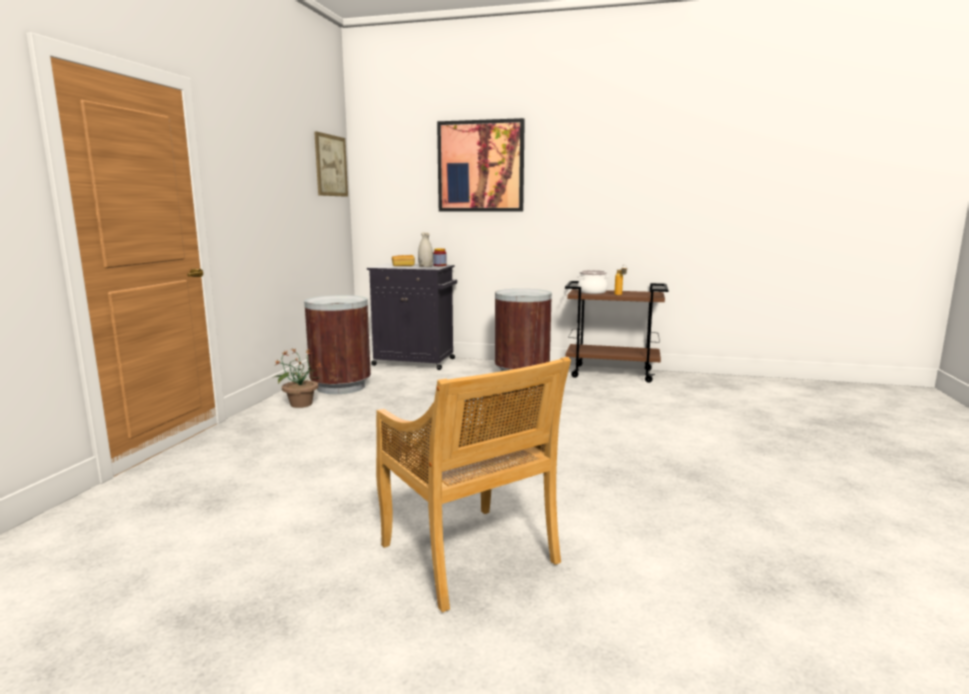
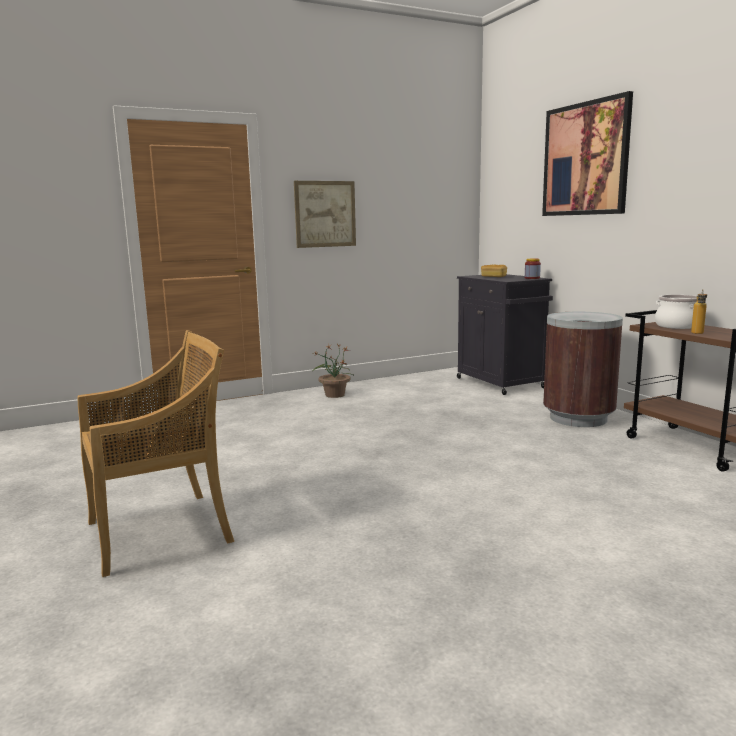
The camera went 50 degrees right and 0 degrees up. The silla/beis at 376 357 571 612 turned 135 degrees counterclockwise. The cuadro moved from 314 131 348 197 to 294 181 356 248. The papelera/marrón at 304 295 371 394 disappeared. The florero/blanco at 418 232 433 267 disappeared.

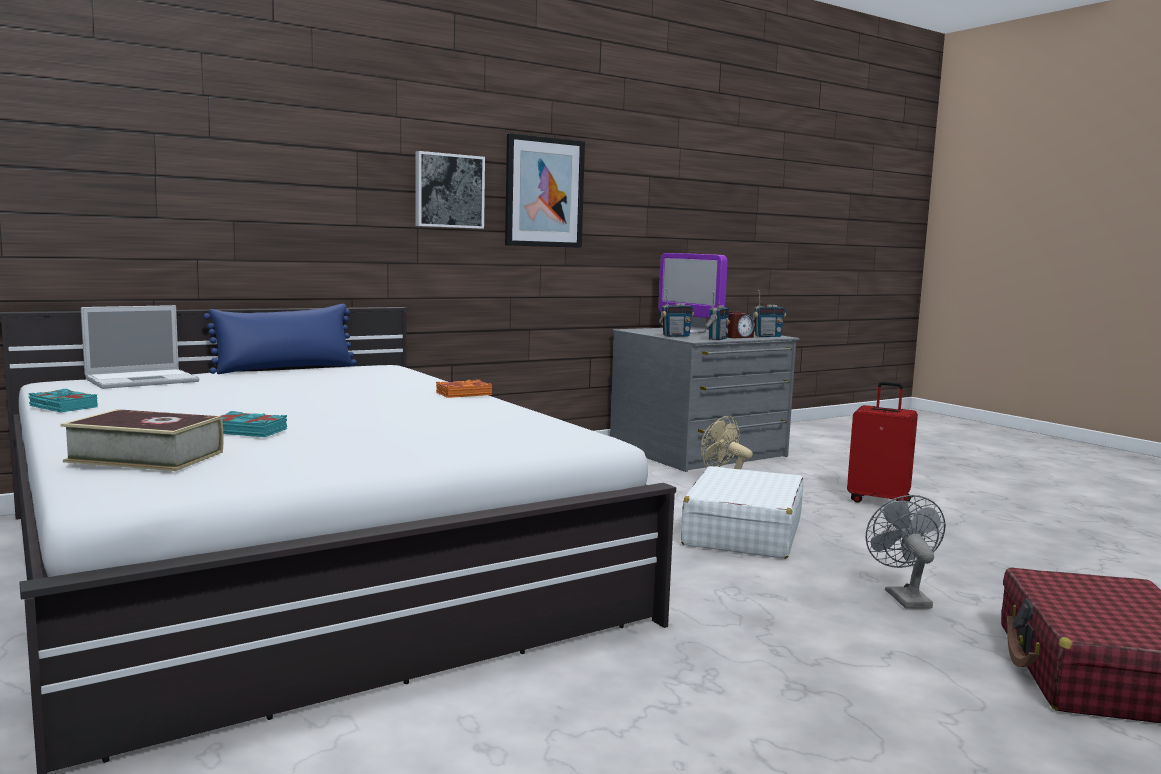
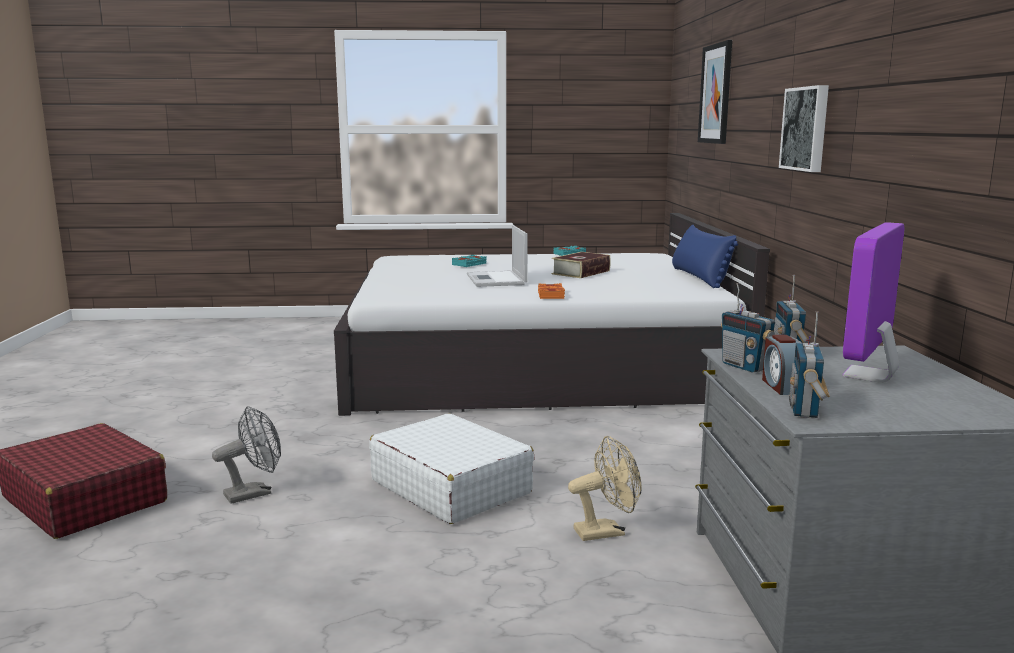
The camera went 120 degrees right and 5 degrees up. The ventilador/gris at 866 495 946 609 turned 60 degrees counterclockwise. The portátil moved from 81 305 199 389 to 467 225 528 287. The libro moved from 60 409 224 471 to 552 252 611 278. The cuadro moved from 505 133 585 248 to 698 40 732 144. The monitor at 659 253 728 334 turned 45 degrees counterclockwise. The maleta/rojo at 847 381 918 503 disappeared.

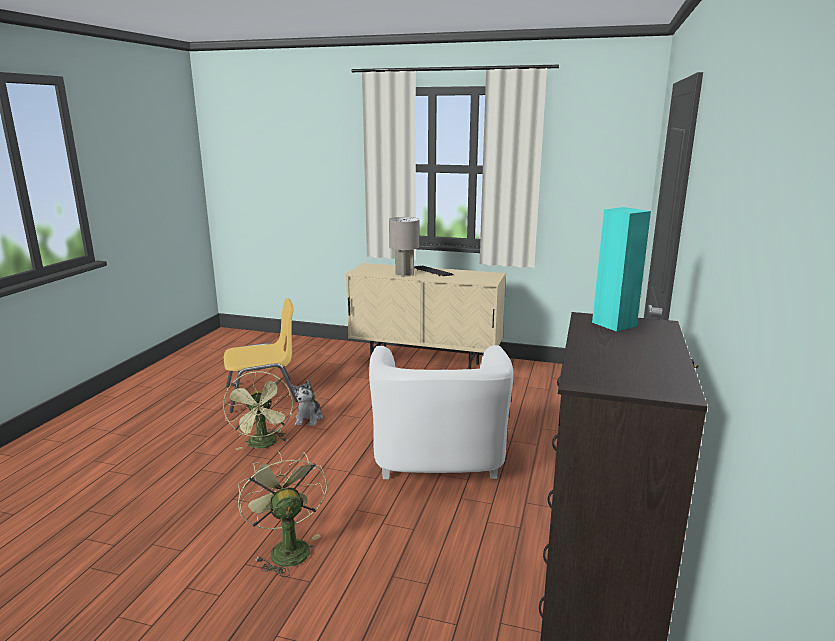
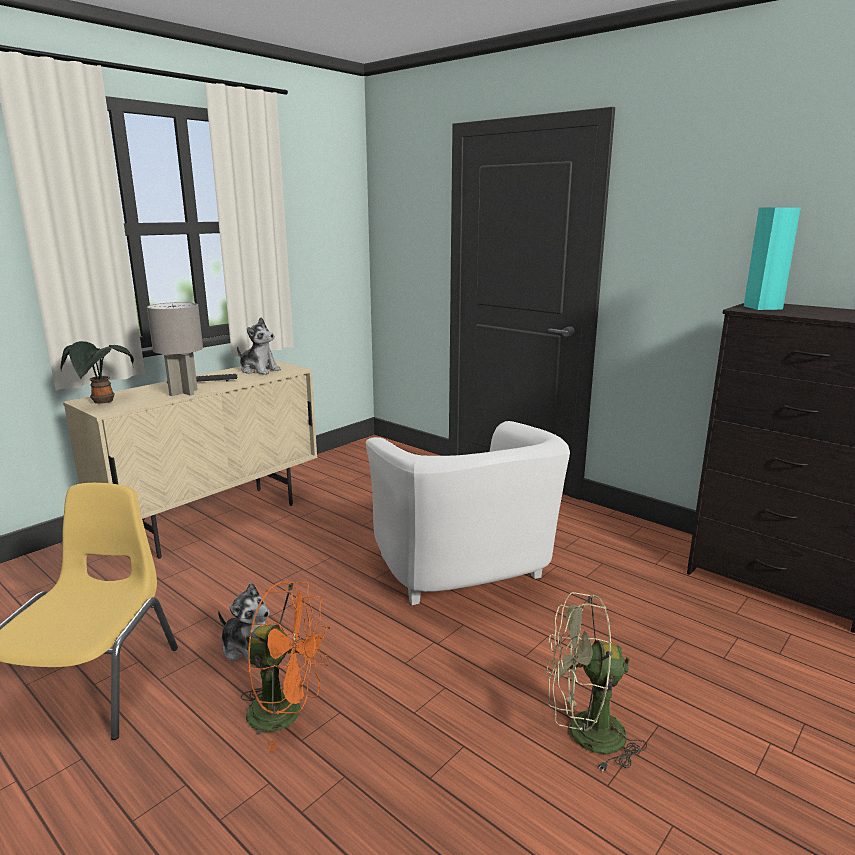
The camera went 65 degrees left and 0 degrees up. The planta en maceta at 60 341 134 404 appeared. The peluche at 237 317 281 375 appeared. The ventilador/verde at 223 371 293 450 became the ventilador/naranja at 241 581 330 752. The sillón/blanco at 369 345 514 479 turned 45 degrees clockwise.

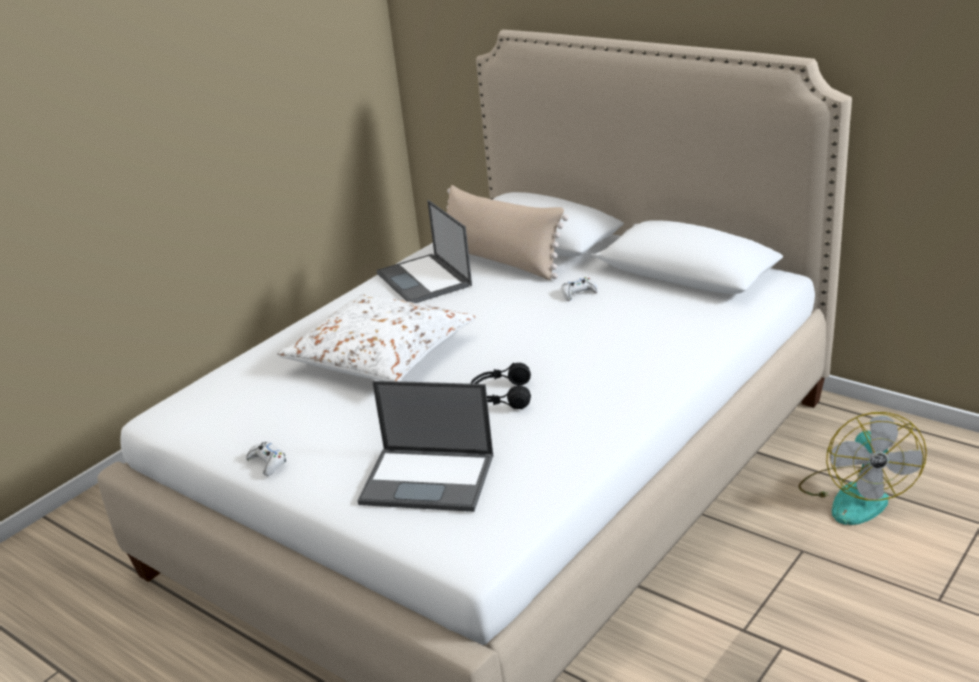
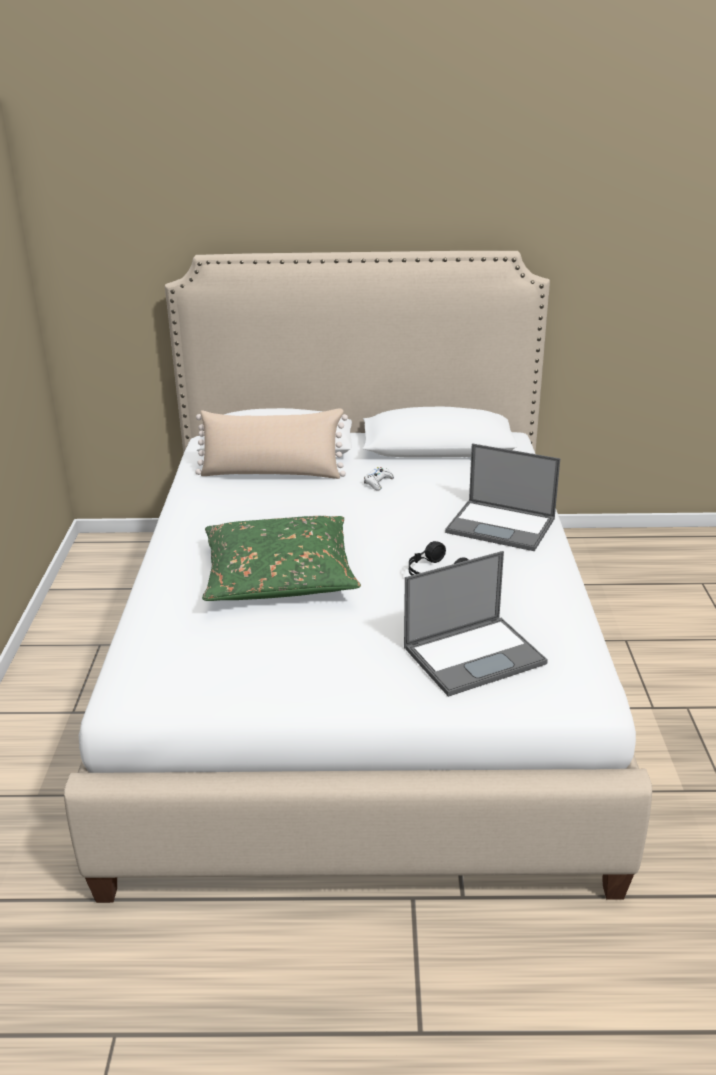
The camera went 40 degrees left and 0 degrees up. The cojín/blanco at 277 294 475 381 became the cojín/verde at 202 516 361 601. The portátil moved from 376 200 472 303 to 445 443 560 551. The mando de consola/blanco at 246 442 286 476 disappeared. The ventilador at 798 412 927 525 disappeared.

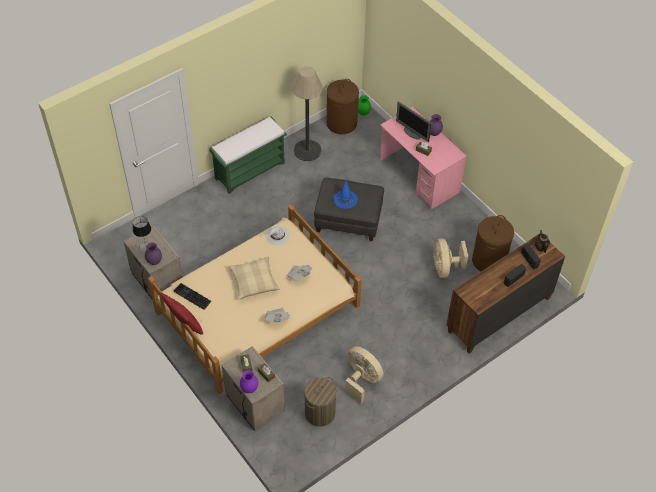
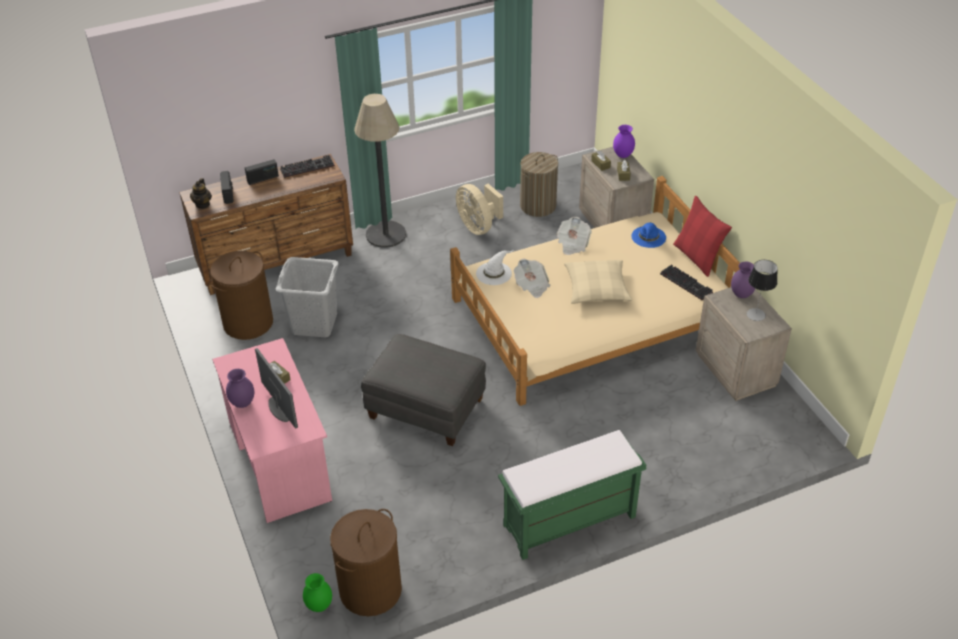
The camera went 165 degrees left and 10 degrees down. The ventilador/beis at 433 238 468 278 was replaced by the cesto de la ropa/gris at 276 257 339 338. The teclado at 280 155 335 178 appeared. The lámpara de pie moved from 292 66 323 161 to 354 94 406 248. The sombrero/blanco moved from 265 226 290 245 to 476 250 514 285. The sombrero/azul moved from 334 180 358 209 to 631 223 666 248.

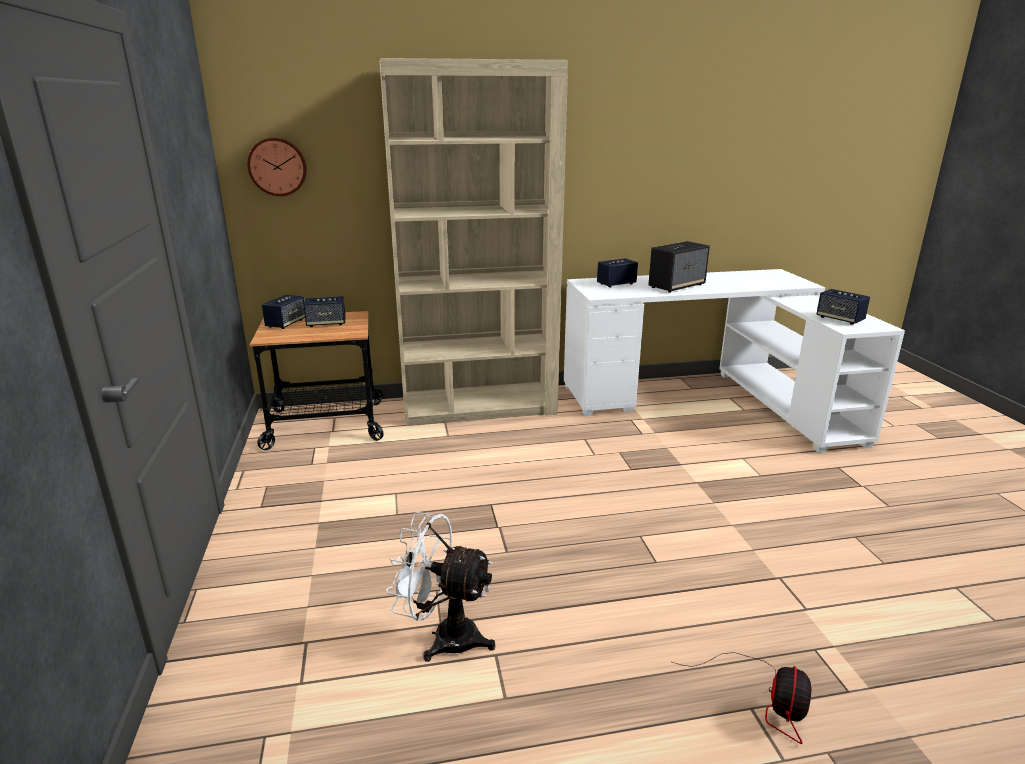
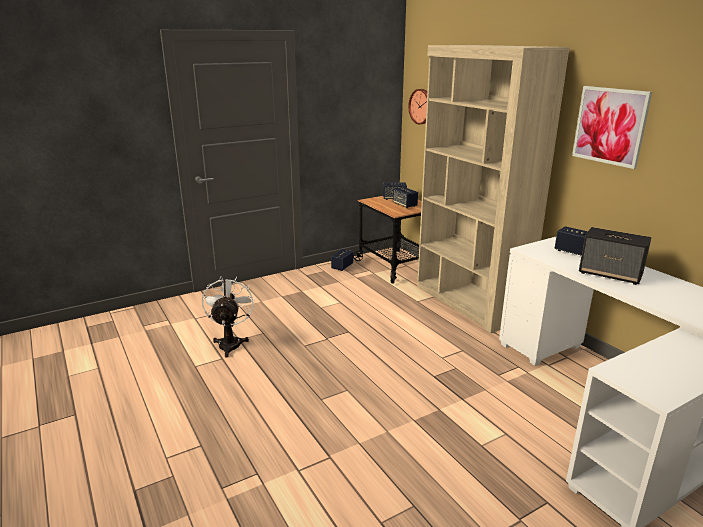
The camera went 70 degrees right and 0 degrees up. The altavoz moved from 817 289 870 325 to 331 249 353 271. The cuadro at 572 86 652 169 appeared. The ventilador at 672 652 811 744 disappeared.

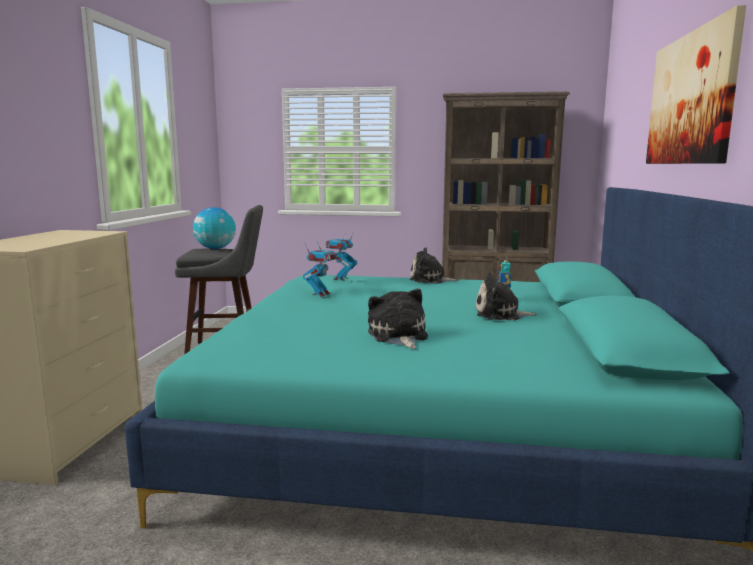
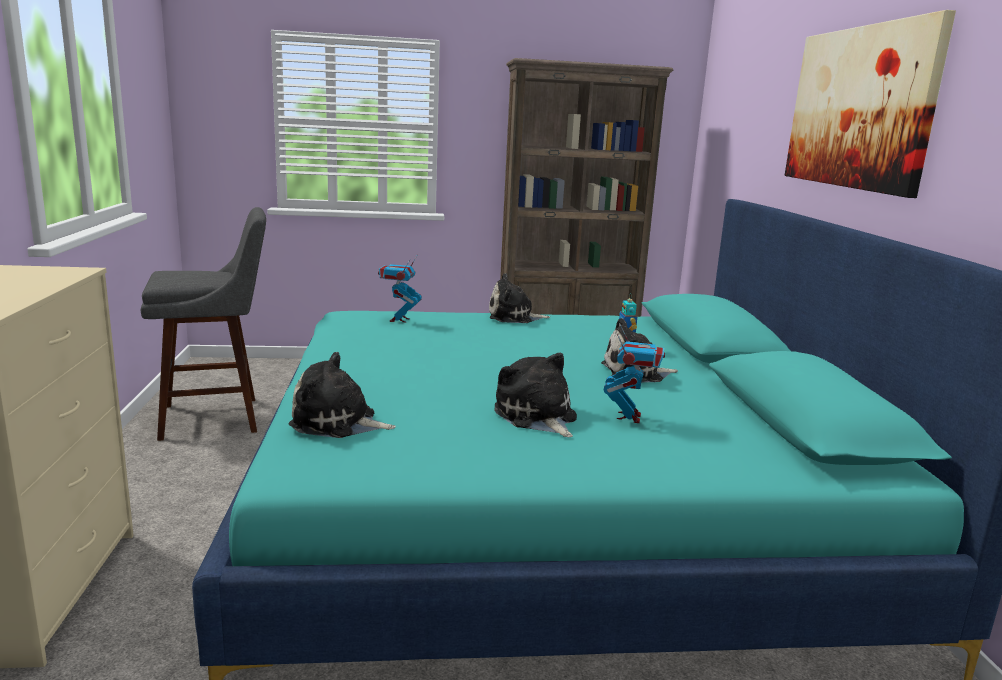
The camera went 15 degrees left and 5 degrees up. The peluche at 289 352 396 438 appeared. The robot de juguete moved from 303 240 338 297 to 604 324 665 423. The globo terráqueo at 193 207 236 249 disappeared.

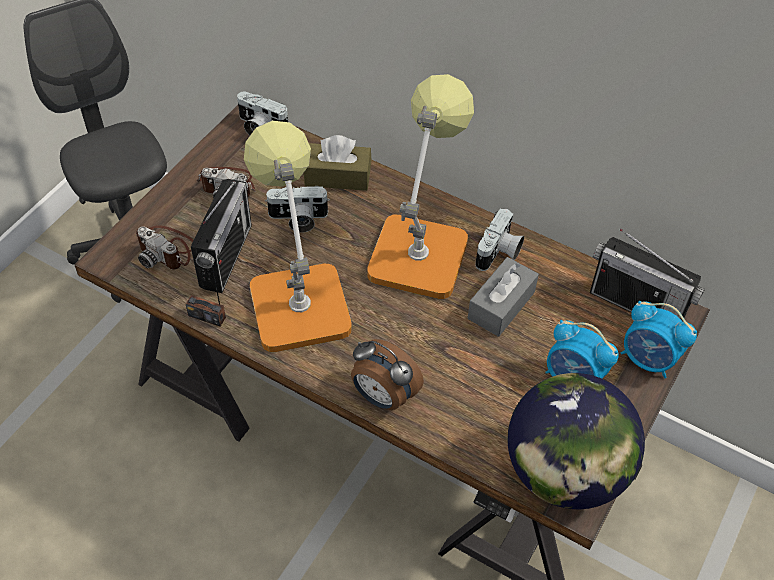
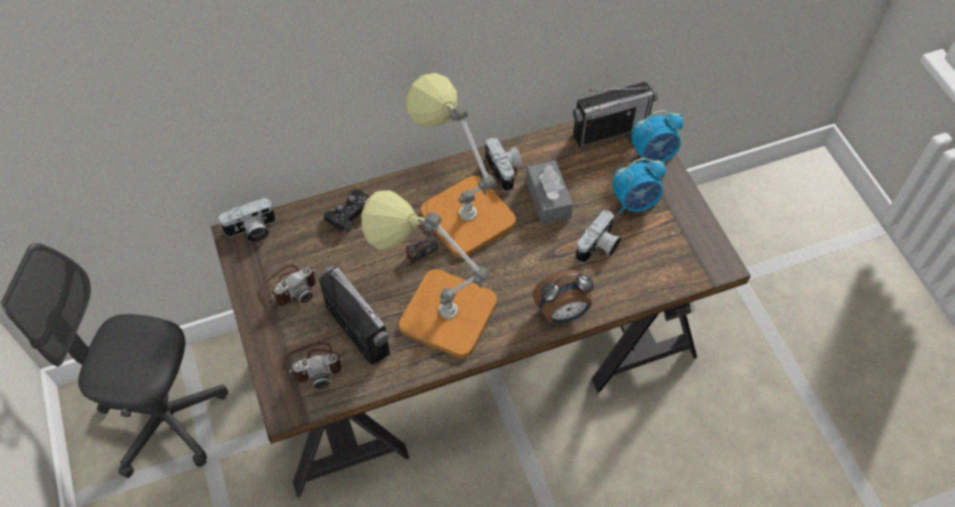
The camera went 50 degrees left and 5 degrees up. The caja de pañuelos/marrón at 304 135 371 191 was replaced by the mando de consola/negro at 323 189 369 233. The radio moved from 186 256 226 327 to 406 202 438 263. The cámara moved from 266 186 330 233 to 576 210 622 263. The globo terráqueo at 508 373 645 509 disappeared.

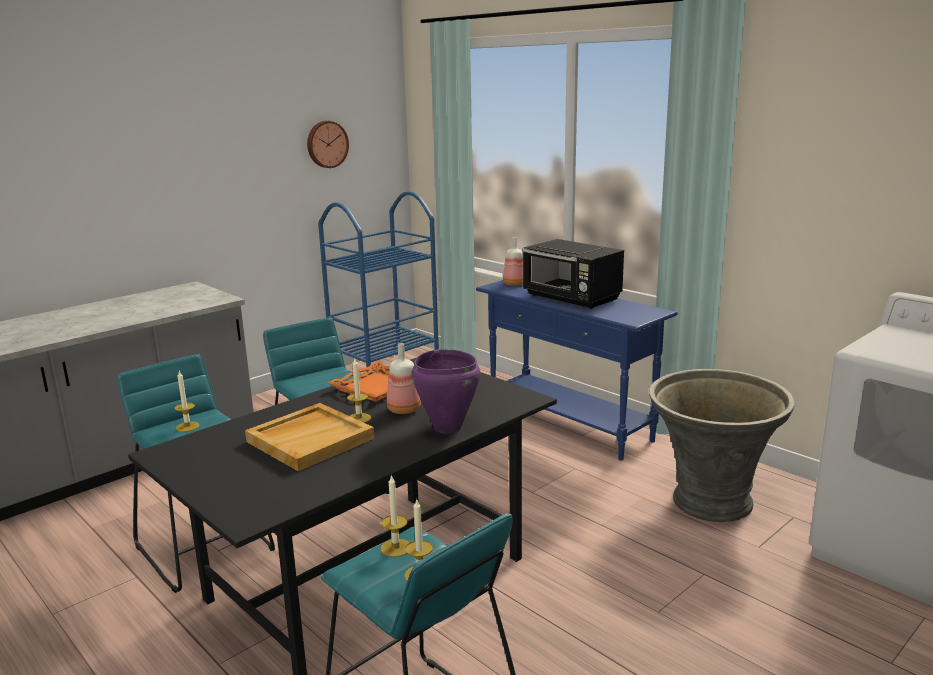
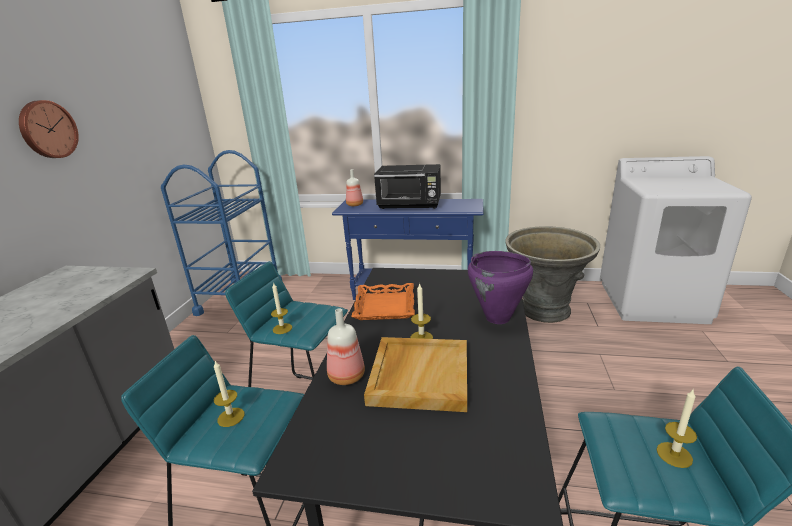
The camera went 35 degrees left and 5 degrees up. The reloj de pared moved from 307 121 349 168 to 19 100 79 158. The vela moved from 381 474 409 557 to 271 282 292 334. The botella moved from 387 343 421 414 to 327 308 365 385.

